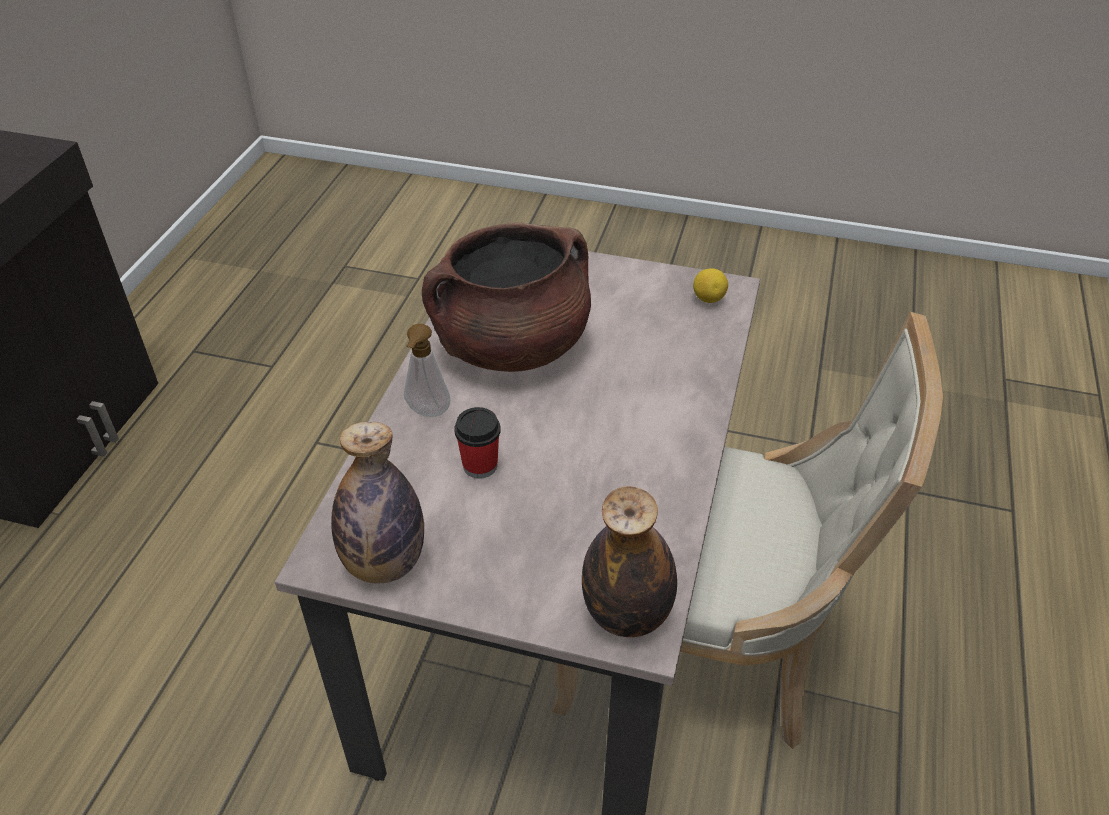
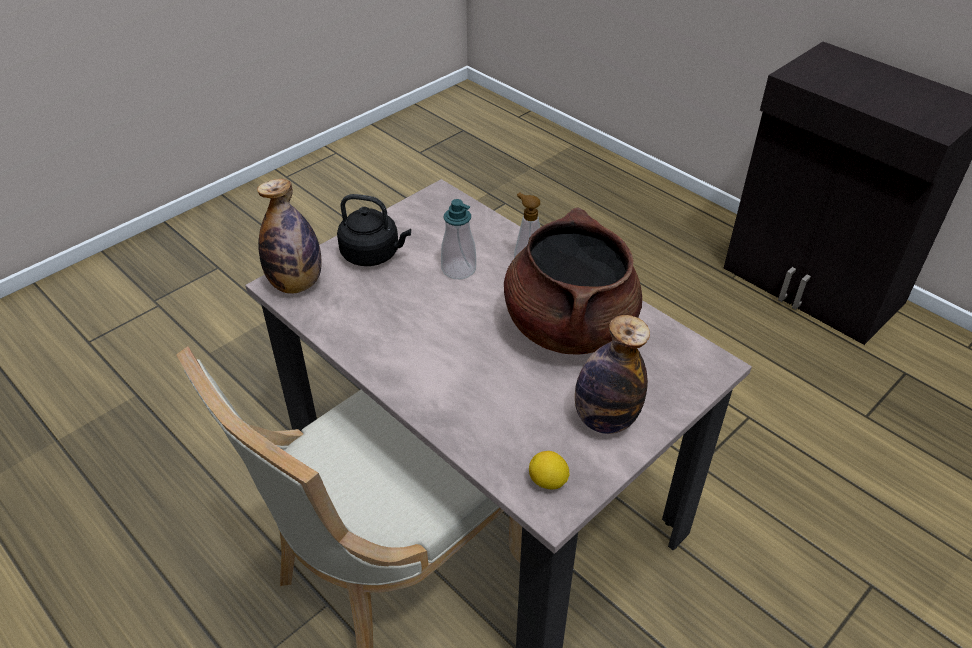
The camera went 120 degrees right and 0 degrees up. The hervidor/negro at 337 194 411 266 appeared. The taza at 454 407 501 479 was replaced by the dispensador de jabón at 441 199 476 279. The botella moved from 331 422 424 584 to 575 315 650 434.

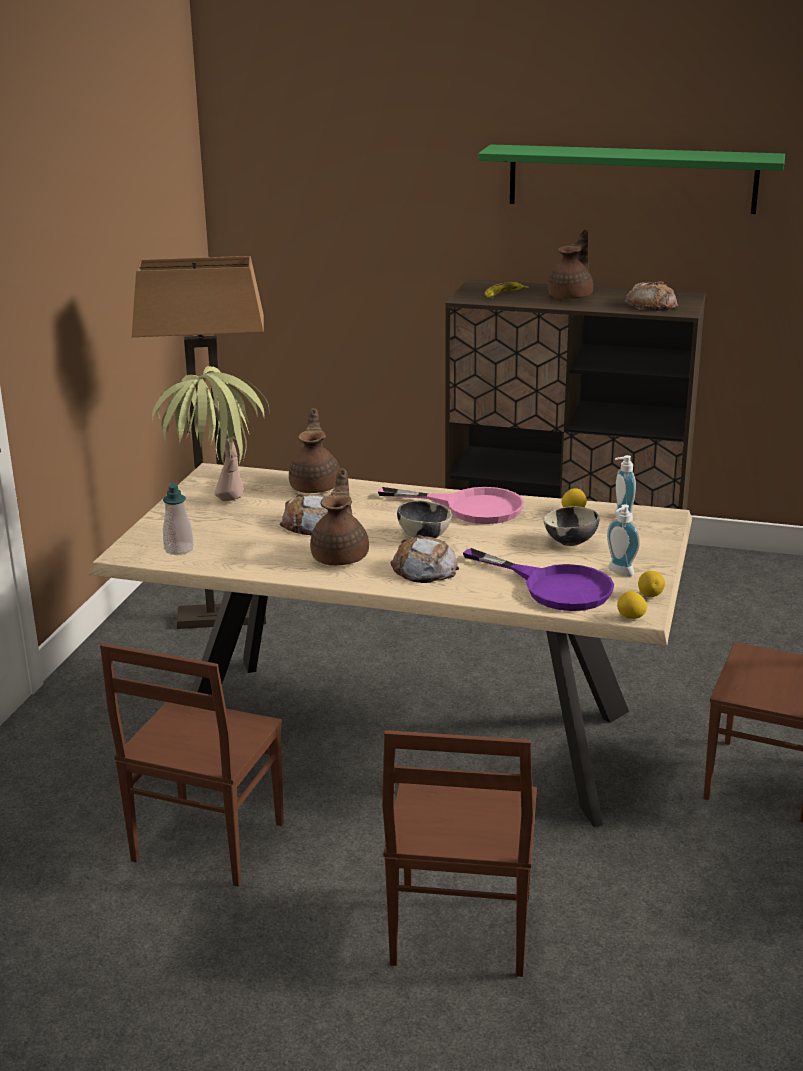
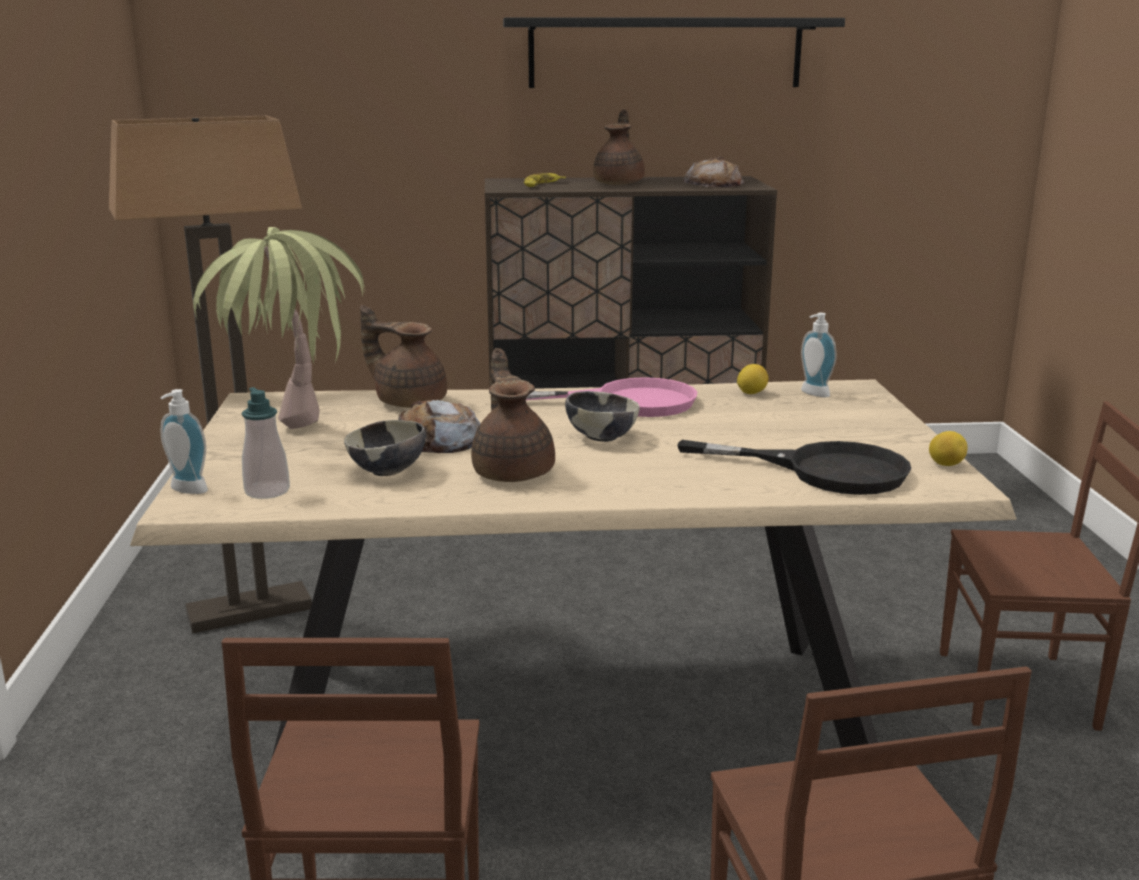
The camera went 20 degrees left and 5 degrees down. The dispensador de jabón moved from 607 504 640 576 to 160 389 208 494. The cuenco moved from 543 506 599 546 to 344 420 426 476. The tetera/marrón at 289 408 340 493 turned 45 degrees counterclockwise. The estante/verde at 478 144 785 214 became the estante/negro at 503 17 845 88. The sartén/morado at 463 548 614 611 became the sartén/negro at 677 440 911 495. The pan at 390 535 459 583 disappeared. The limón at 617 591 647 619 disappeared.

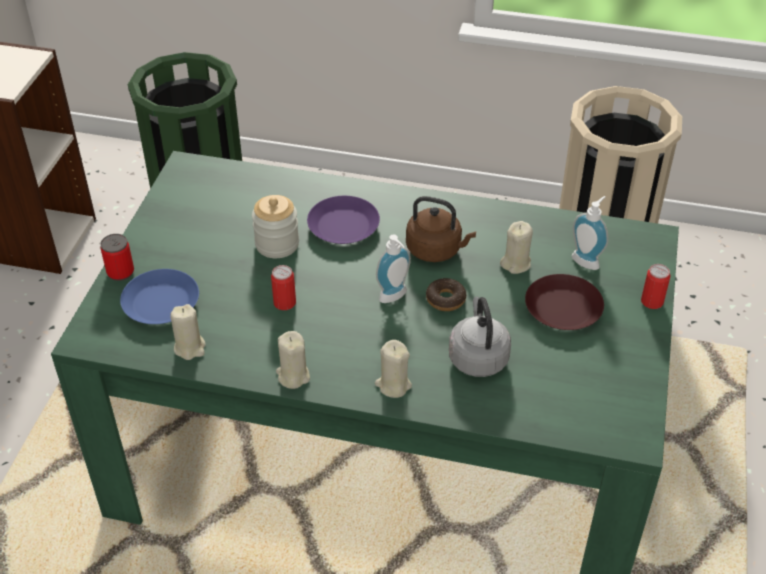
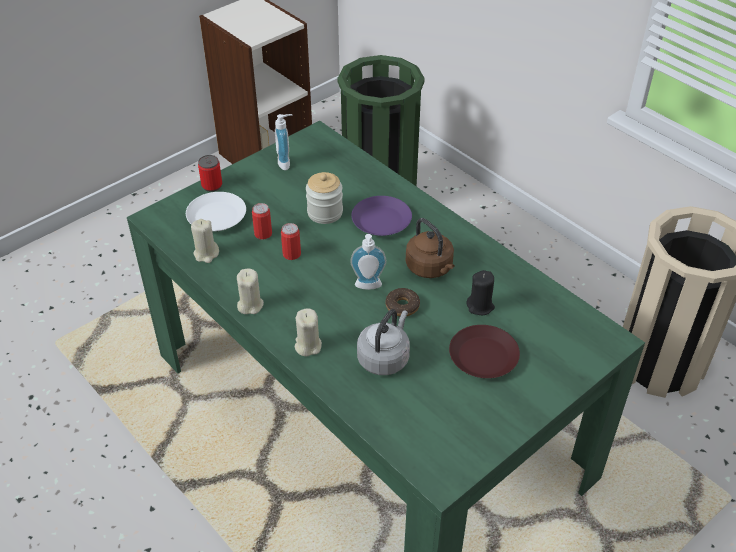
The camera went 35 degrees right and 0 degrees up. The plato/azul at 120 269 199 324 became the plato/blanco at 186 192 246 231. The lata moved from 641 264 671 309 to 252 203 272 240. The dispensador de jabón moved from 572 196 608 270 to 275 114 292 170. The vela/beis at 500 221 533 274 became the vela/negro at 466 270 495 315.

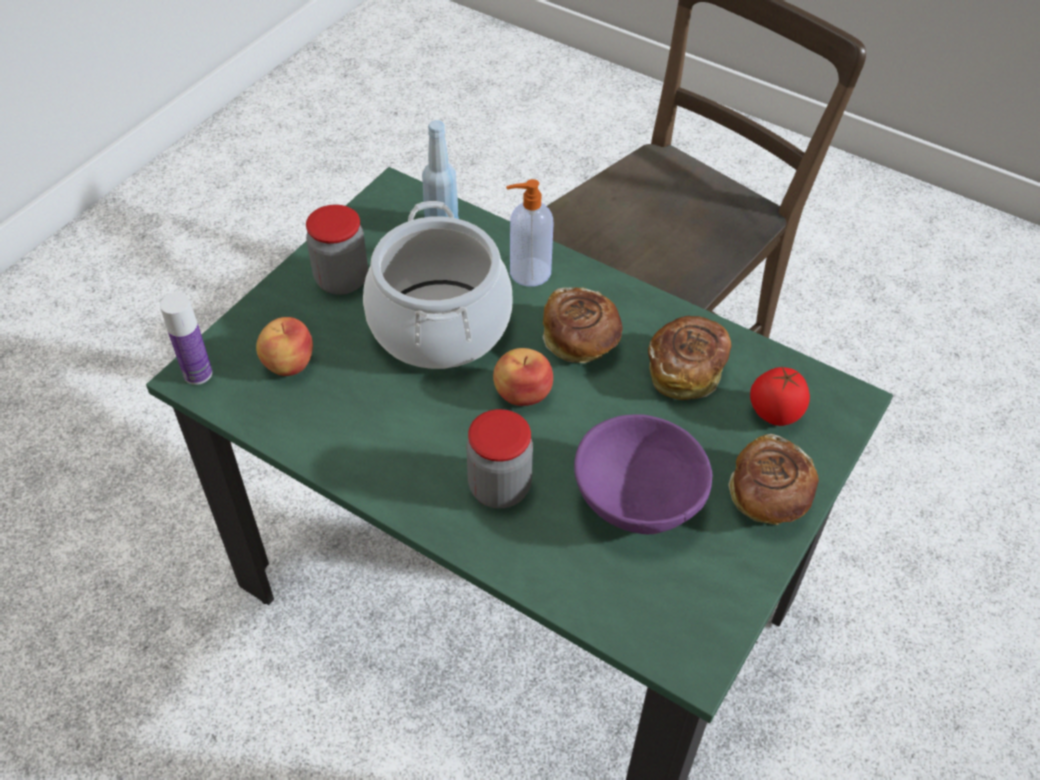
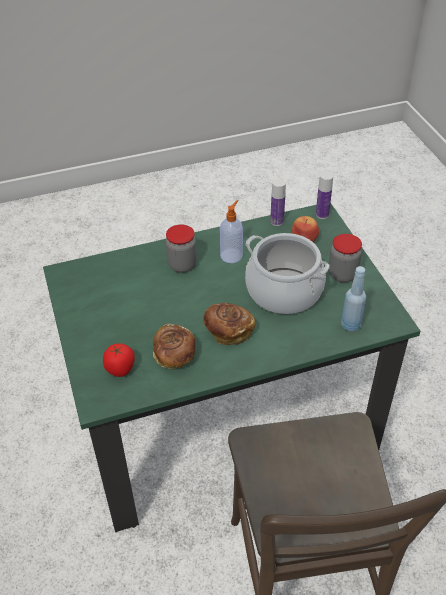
The camera went 130 degrees right and 5 degrees down. The dispensador de jabón moved from 506 179 553 287 to 220 200 243 263. The botella at 270 179 286 226 appeared. The manzana at 493 348 553 406 disappeared. The cuenco/morado at 574 414 712 534 disappeared. The pan at 728 434 819 525 disappeared.

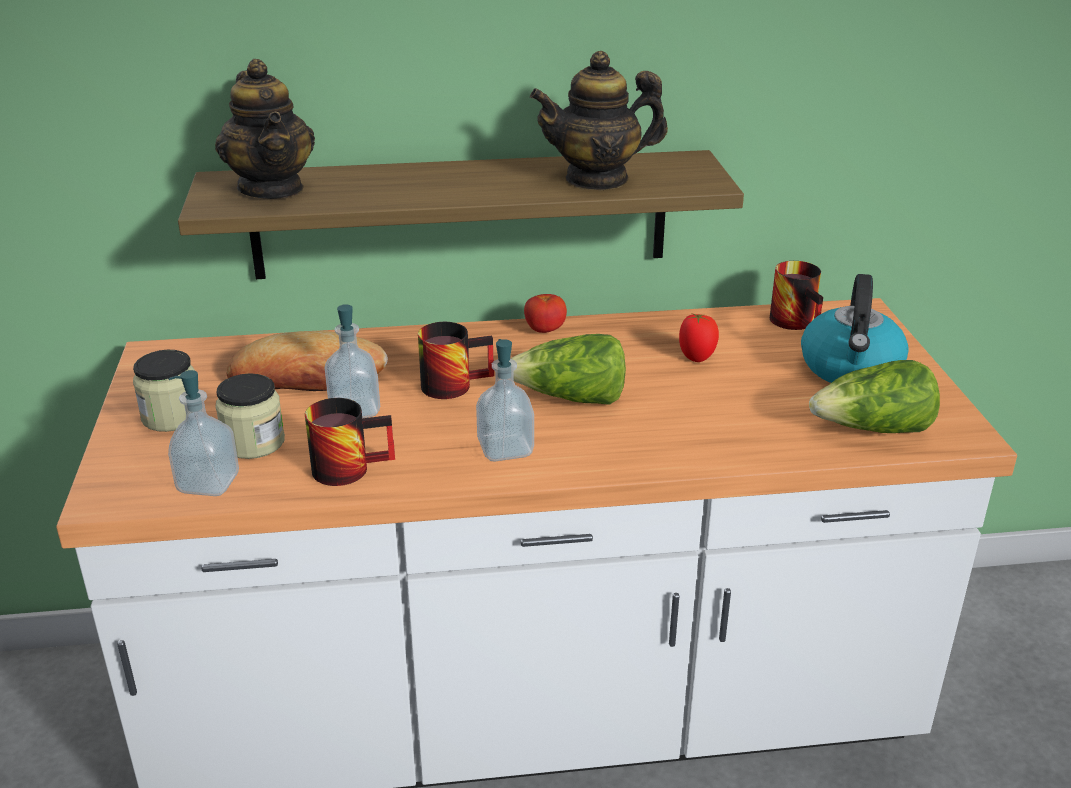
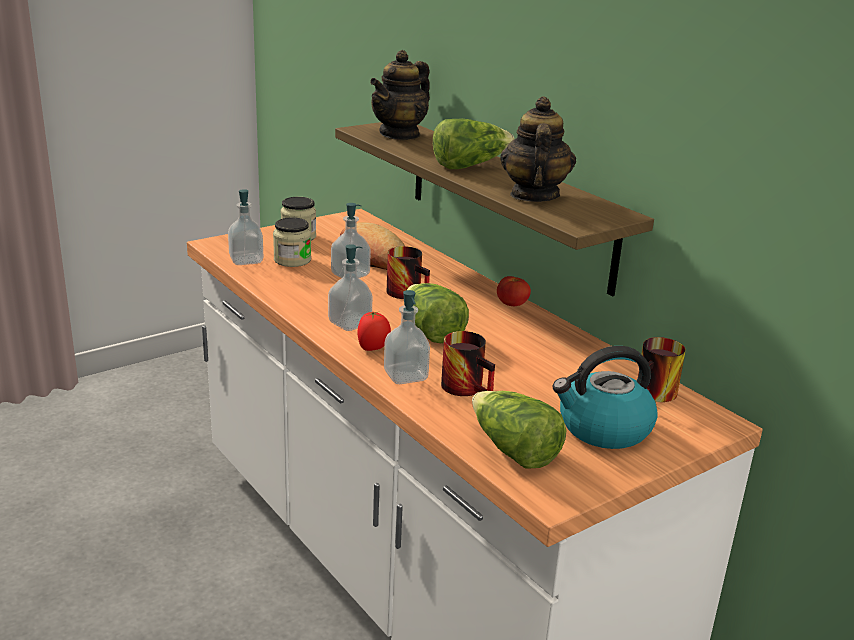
The camera went 60 degrees right and 5 degrees down. The tomate moved from 679 313 719 362 to 357 311 391 351. The dispensador de jabón at 384 290 430 384 appeared. The lechuga at 433 119 514 169 appeared. The taza grande moved from 305 398 395 486 to 441 331 495 396. The tetera at 530 51 668 190 turned 45 degrees clockwise.

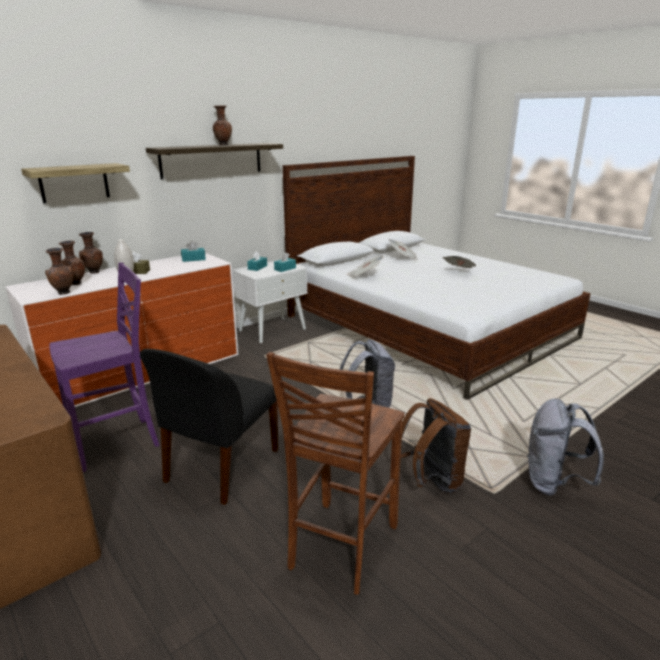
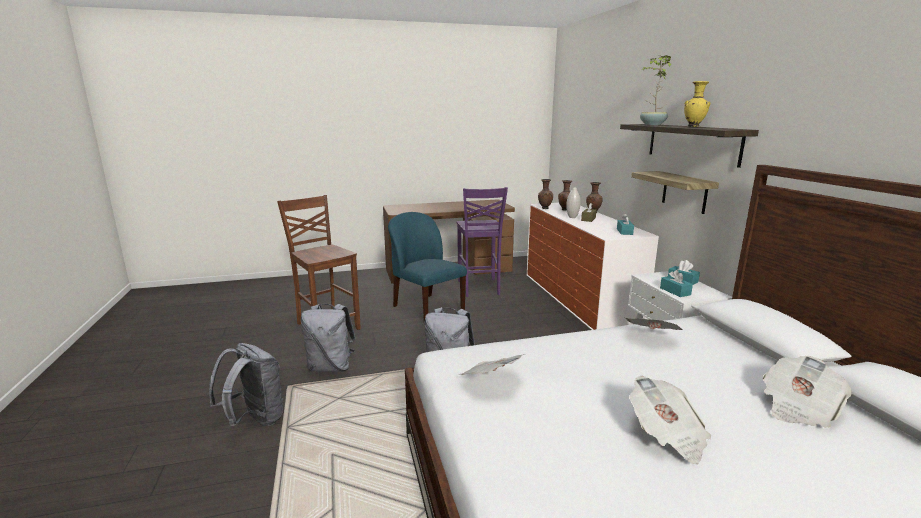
The camera went 115 degrees right and 5 degrees down. The mochila/marrón at 401 398 471 493 became the mochila/gris at 301 304 356 372. The silla/negro at 140 349 278 505 became the silla/azul at 388 212 467 320. The periódico at 459 354 525 375 appeared. The estante moved from 21 163 130 204 to 631 171 719 214. The planta en maceta at 640 55 671 125 appeared. The florero/marrón at 213 105 232 145 became the florero/amarillo at 684 81 710 127.

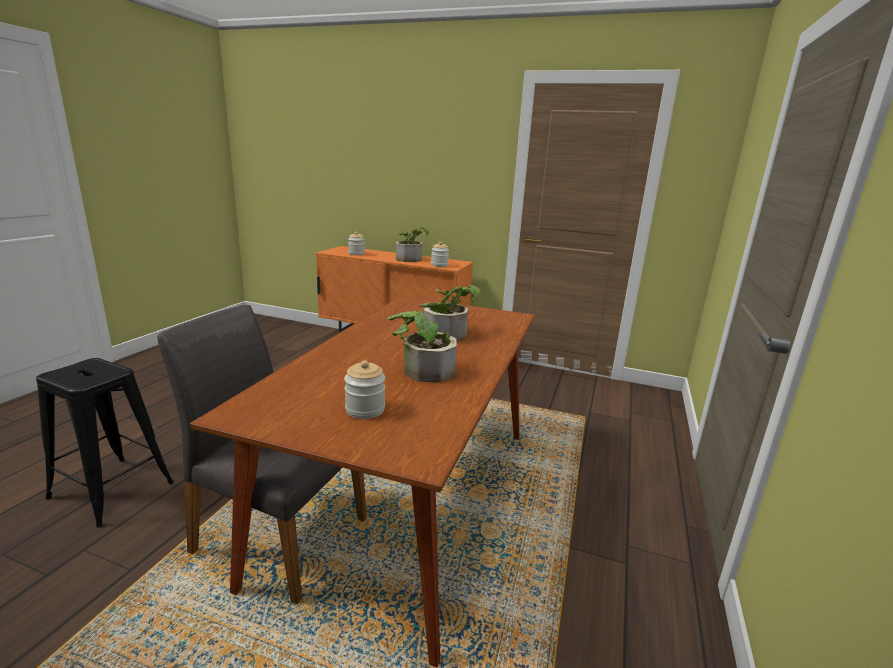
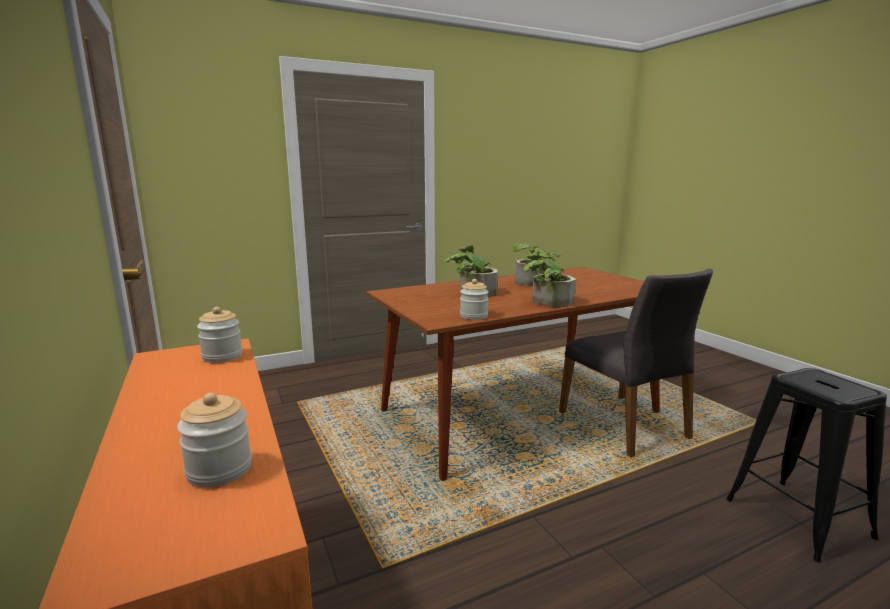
The camera went 135 degrees left and 5 degrees down. The tarro moved from 344 360 385 419 to 460 279 489 320. The planta en maceta moved from 396 227 429 262 to 523 251 576 307.

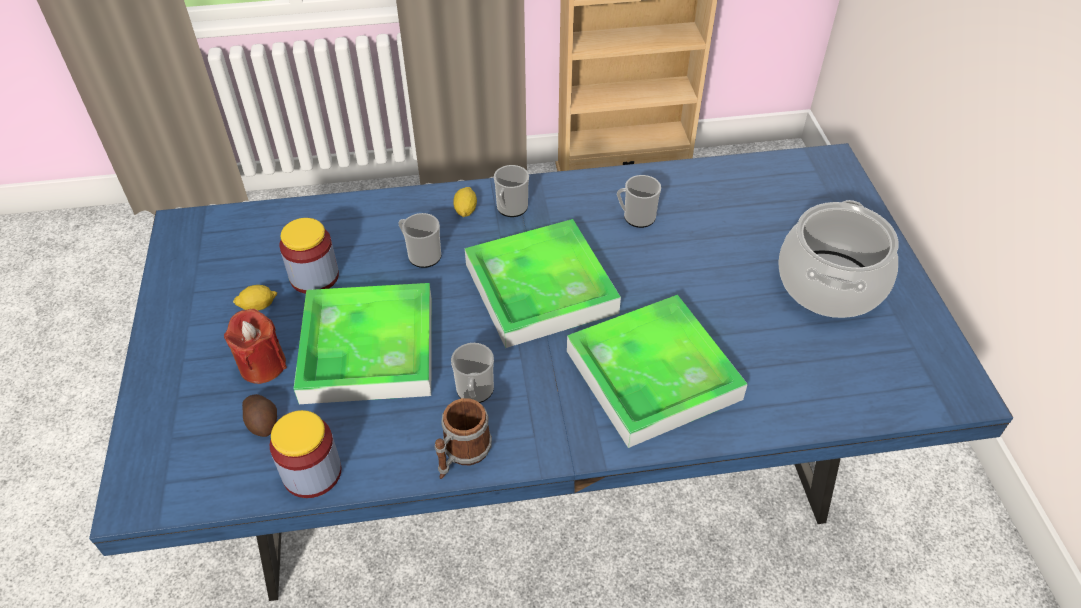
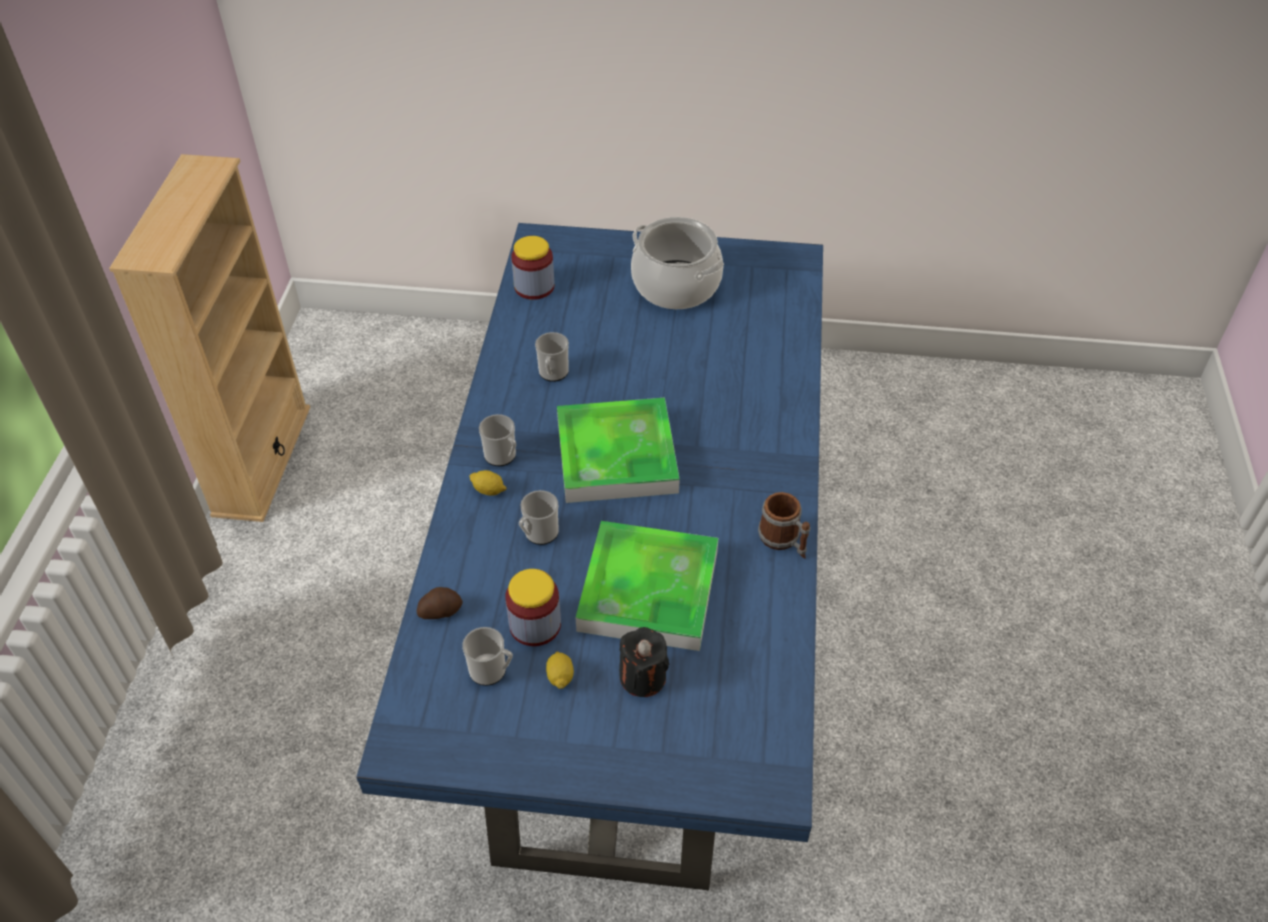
The camera went 75 degrees left and 0 degrees up. The patata moved from 242 394 277 437 to 417 587 463 619. The taza grande moved from 451 343 494 403 to 462 627 513 686. The tarro moved from 270 410 342 498 to 511 236 554 300. The vela/rojo at 224 309 287 384 became the vela/negro at 619 627 669 697. The bandeja at 567 295 748 448 disappeared.

